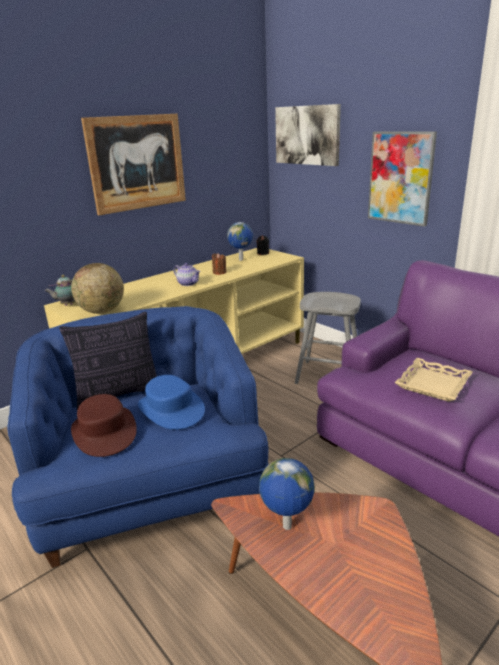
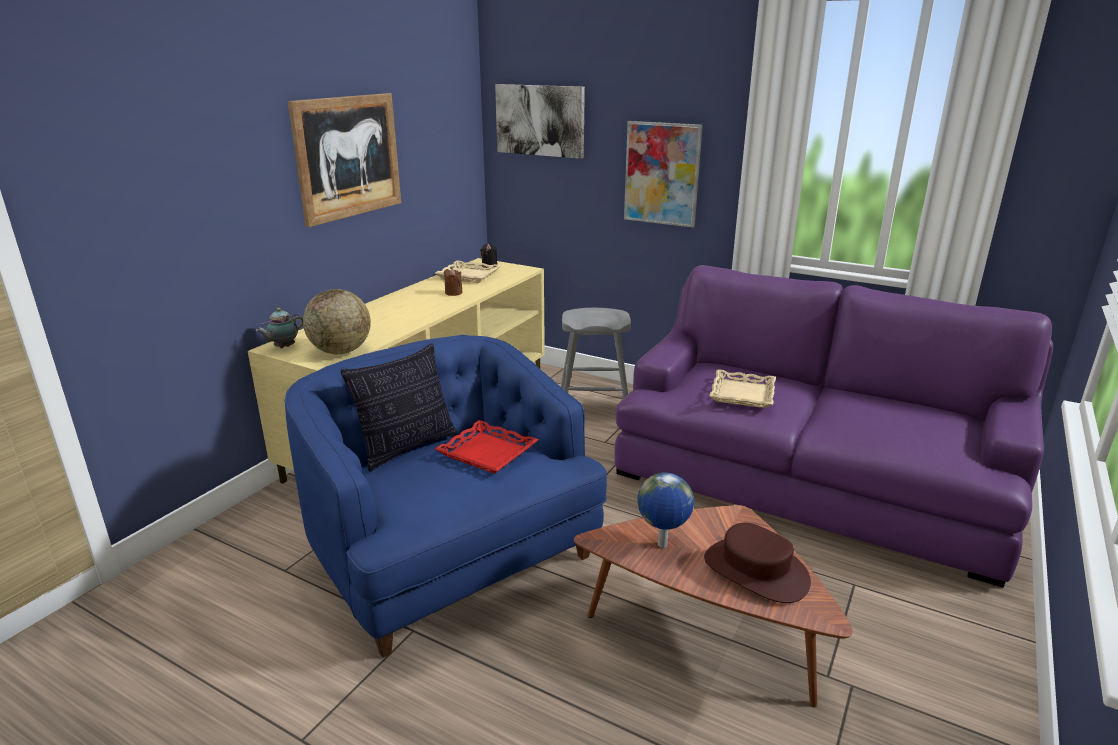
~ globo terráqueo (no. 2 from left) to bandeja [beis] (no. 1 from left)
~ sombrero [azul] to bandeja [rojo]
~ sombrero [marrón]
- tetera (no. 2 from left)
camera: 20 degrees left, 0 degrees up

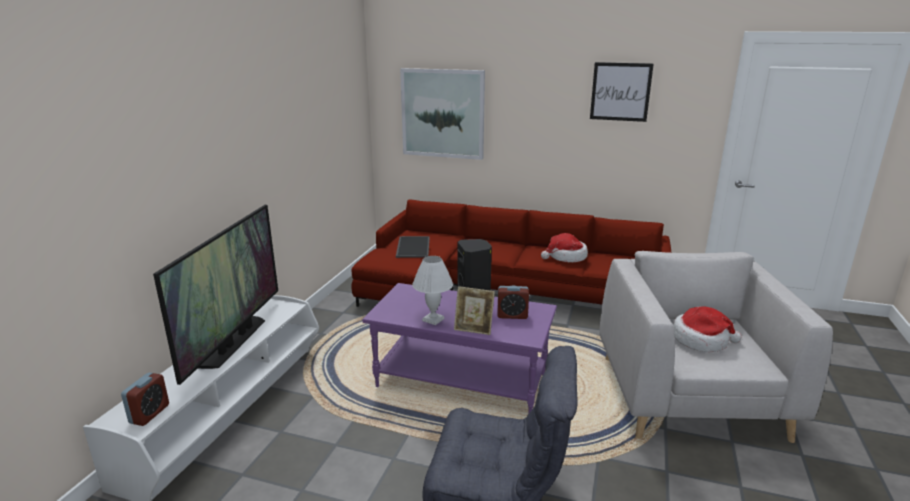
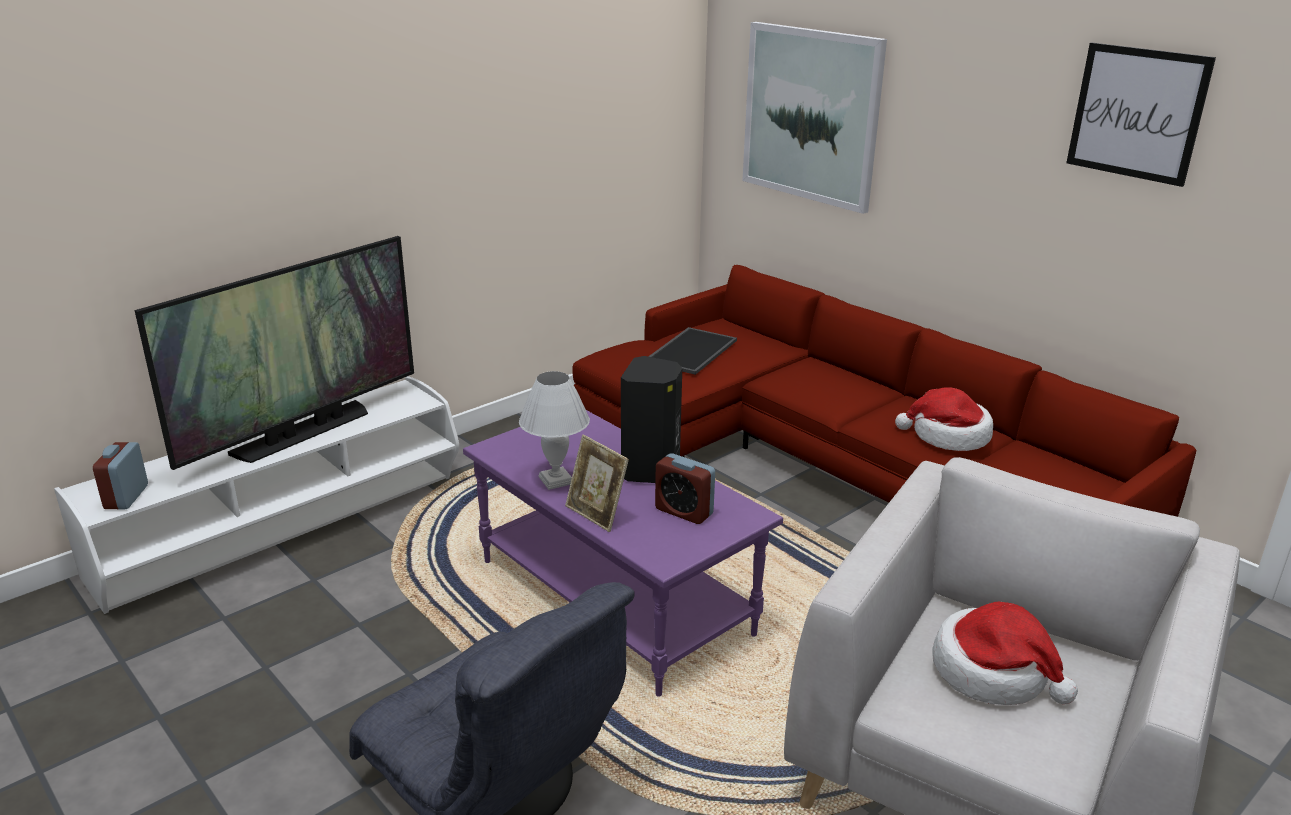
~ despertador (no. 1 from left) 135 degrees clockwise
camera: 30 degrees right, 5 degrees up

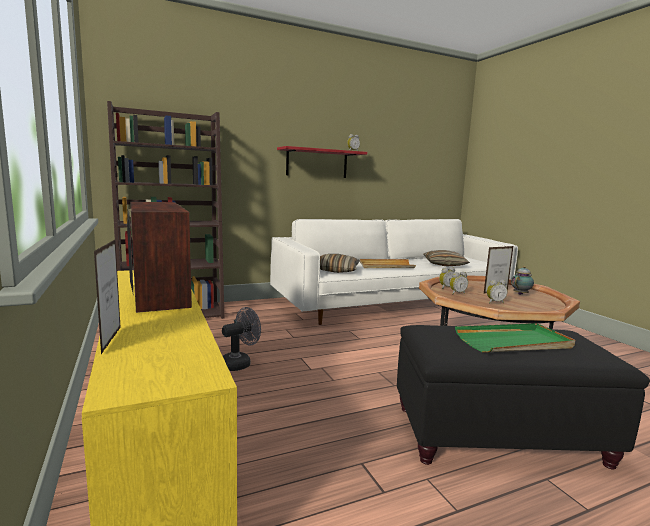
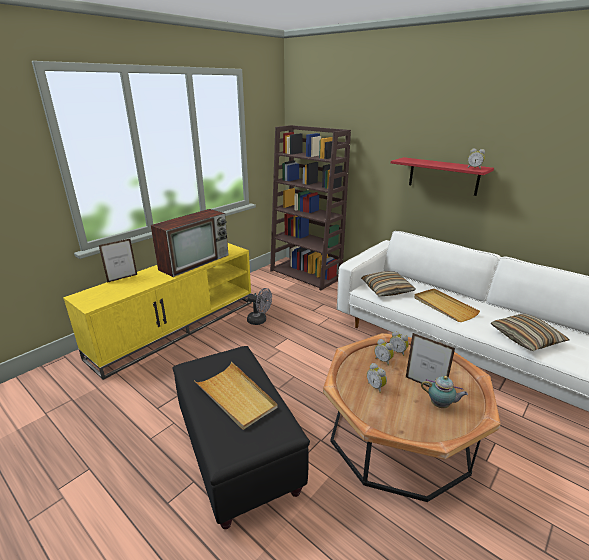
~ bandeja [verde] to bandeja [beis] (no. 1 from left)
camera: 65 degrees right, 15 degrees up

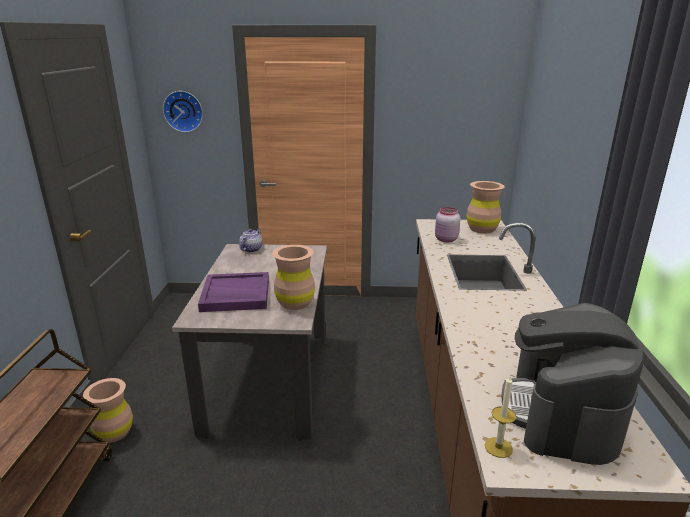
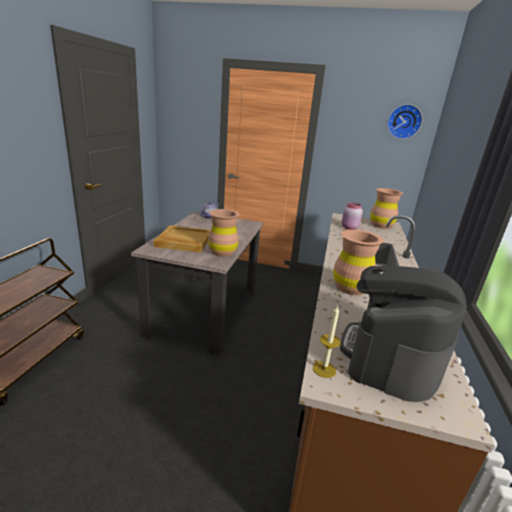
~ bandeja [morado] to bandeja [beis]
~ florero [marrón] (no. 1 from left in the first image) to florero [marrón] (no. 2 from left)
~ reloj de pared
camera: 10 degrees right, 0 degrees up

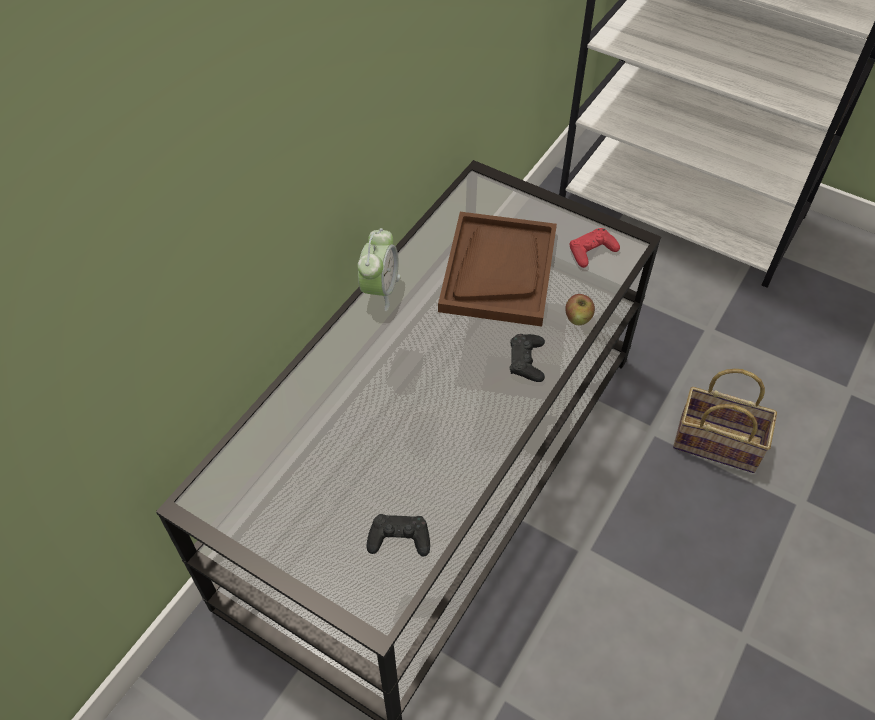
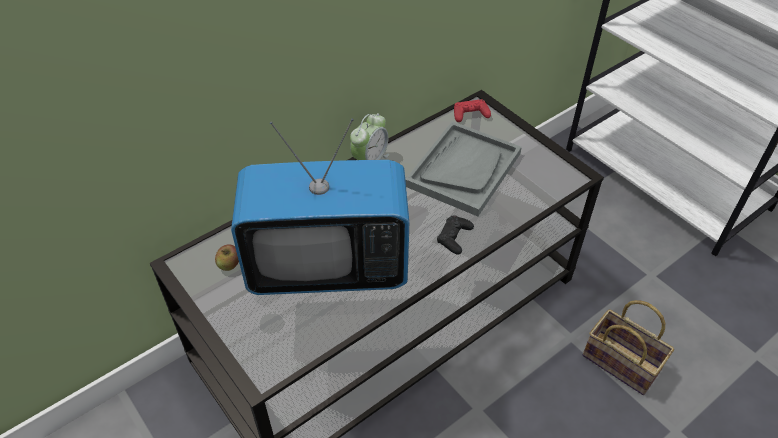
~ manzana
+ televisor
~ bandeja [marrón] to bandeja [gris]
~ mando de consola [rojo]
- mando de consola [negro] (no. 1 from left)
camera: 20 degrees right, 5 degrees down

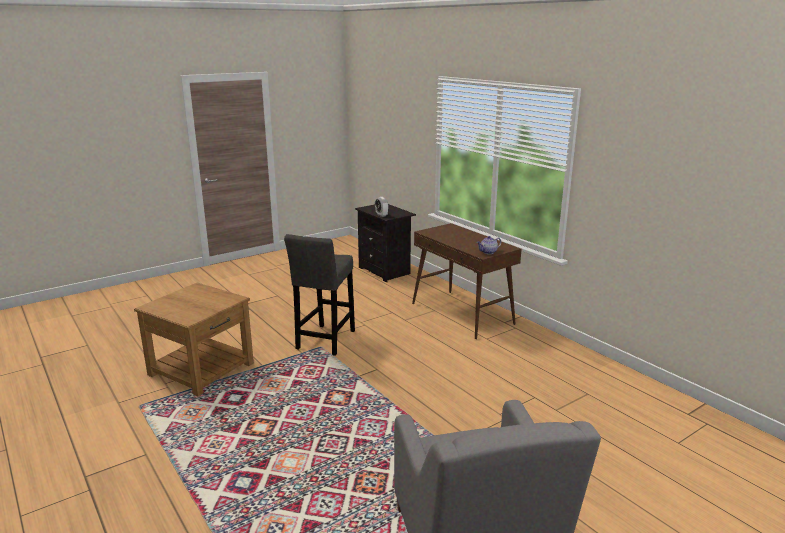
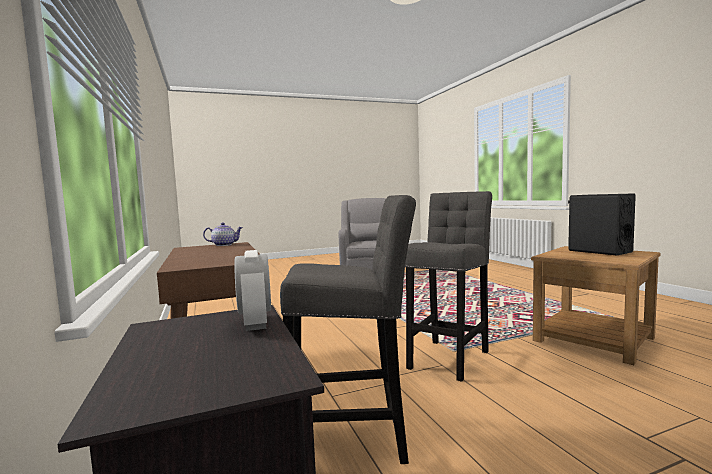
+ taburete [gris] (no. 1 from left)
+ altavoz [negro]
camera: 165 degrees left, 15 degrees down

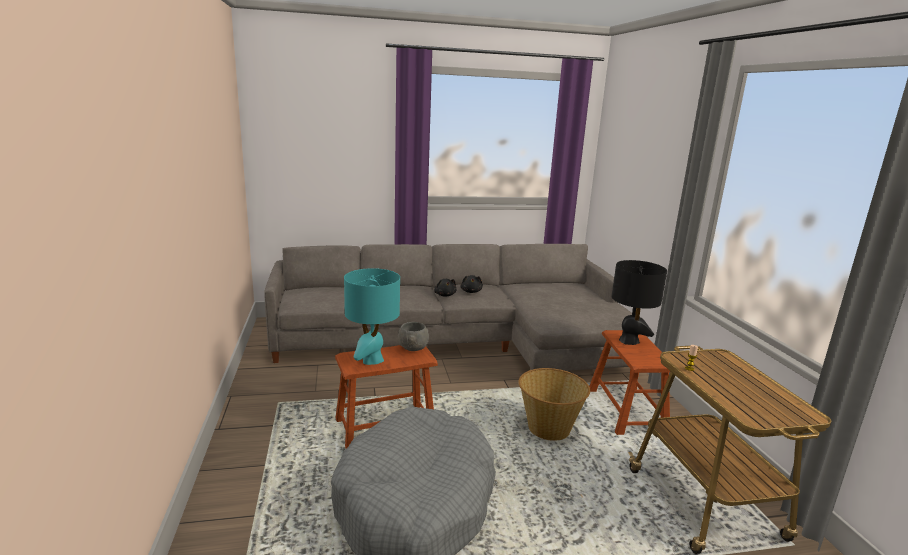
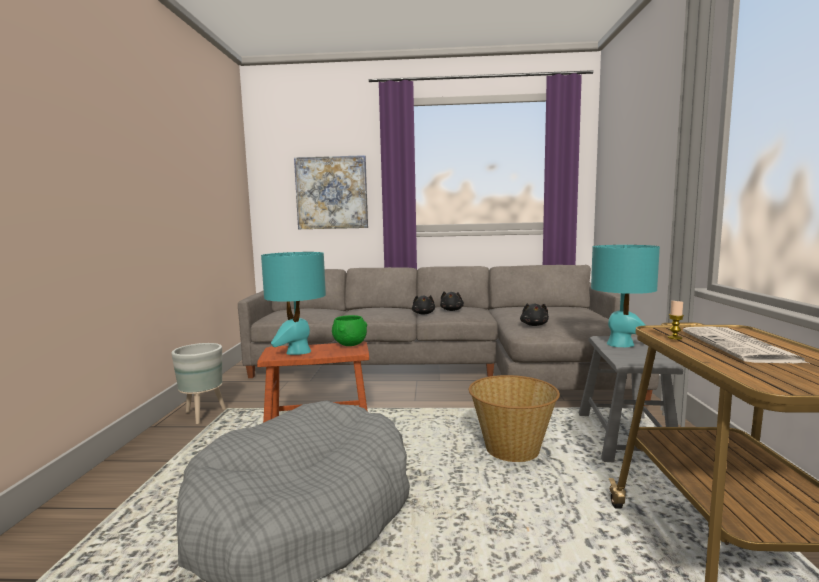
+ maceta [gris]
+ cuadro
~ cuenco [gris] to cuenco [verde]
+ peluche [negro] (no. 3 from left)
~ taburete [marrón] (no. 2 from left) to taburete [gris]
~ lámpara de mesa [negro] to lámpara de mesa [turquesa] (no. 2 from left)
+ periódico
camera: 15 degrees right, 10 degrees down

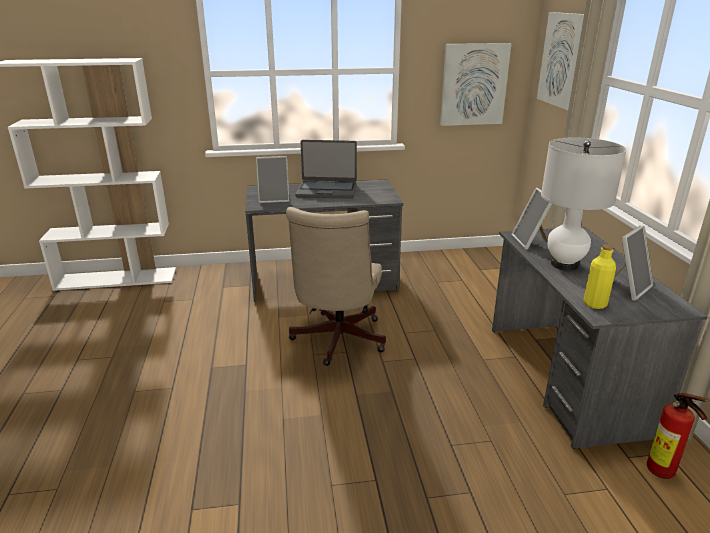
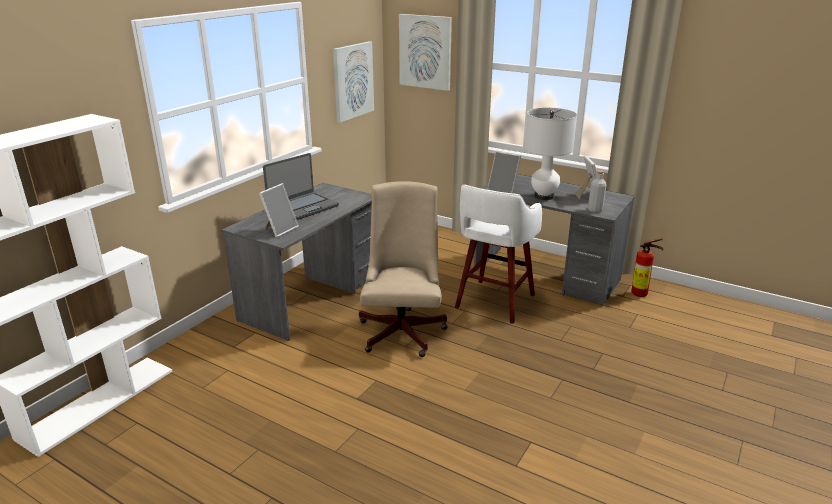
~ silla de oficina [beis] 135 degrees counterclockwise
+ taburete [blanco]
~ botella [amarillo] to botella [gris]
camera: 50 degrees left, 0 degrees up

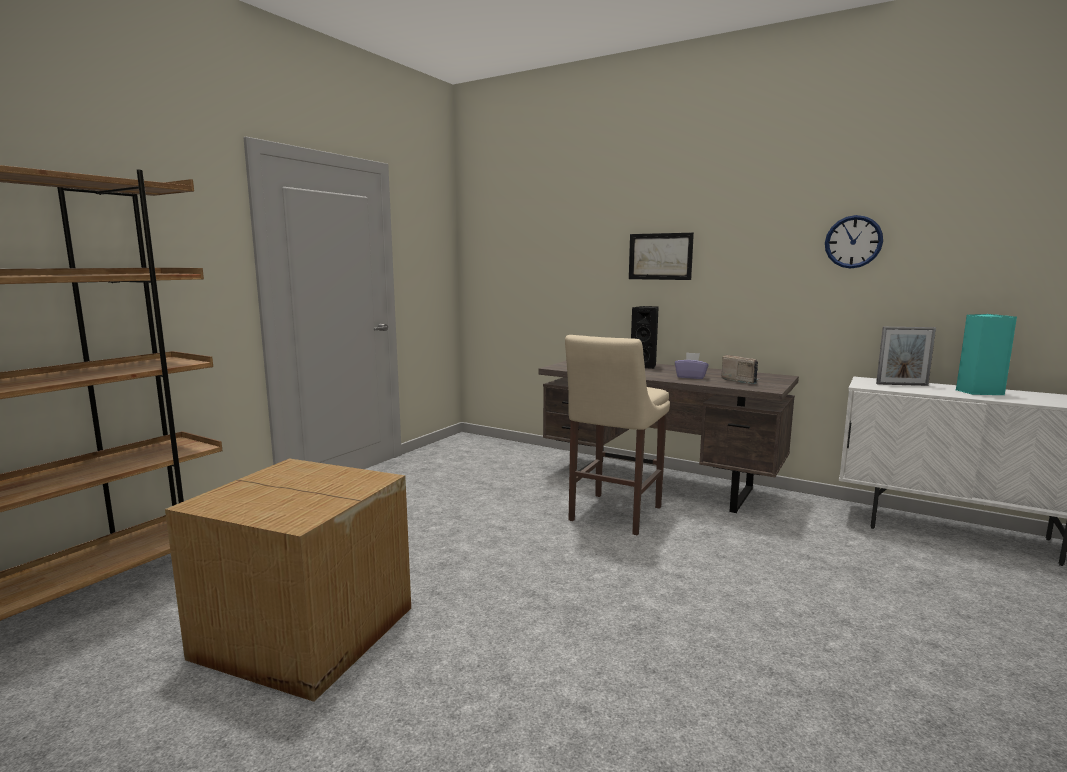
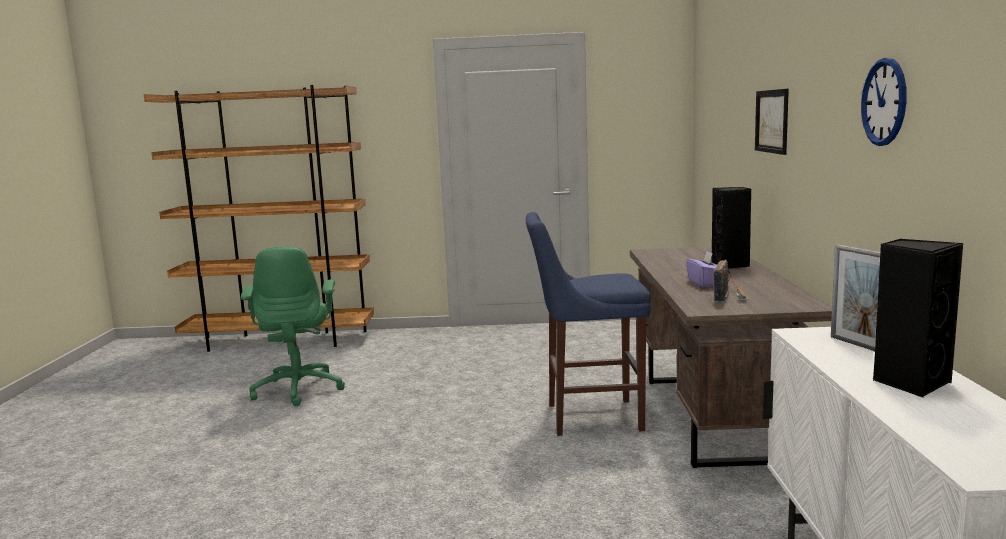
~ caja de cartón to silla de oficina [verde]
~ taburete [beis] to taburete [azul]
~ altavoz [turquesa] to altavoz [negro] (no. 2 from left)
camera: 60 degrees right, 0 degrees up

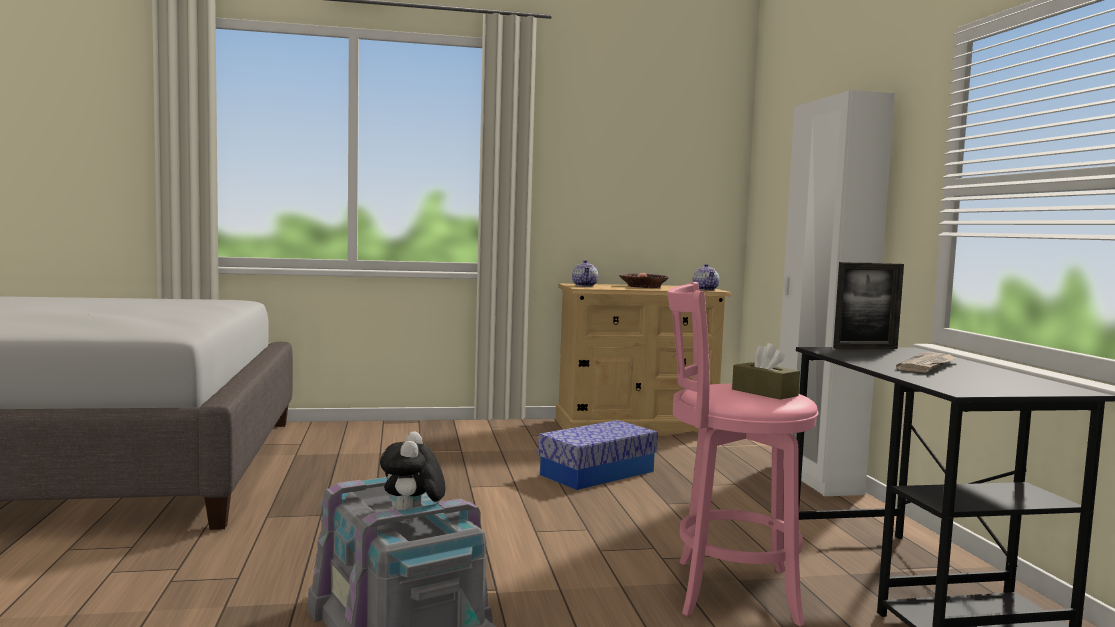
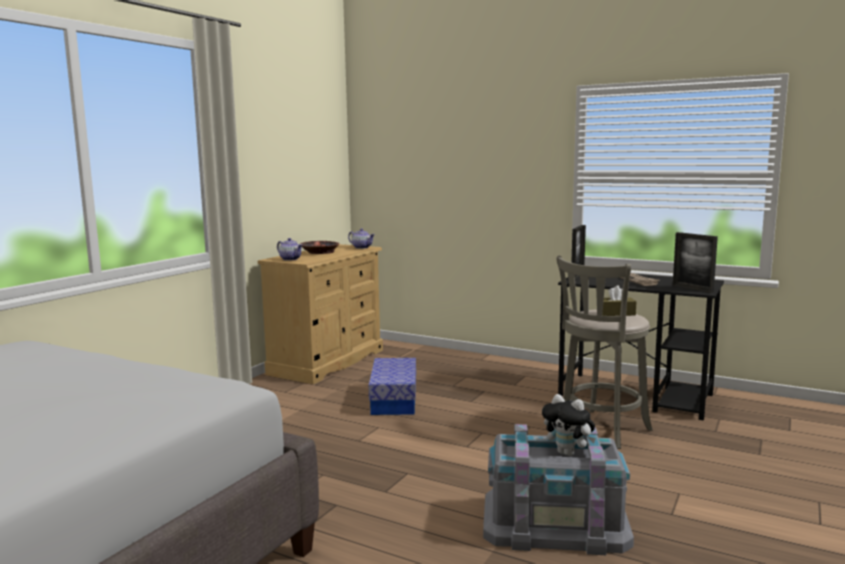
~ taburete [rosa] to taburete [gris]
+ portarretratos (no. 2 from left)
- armario ropero [blanco]
camera: 50 degrees left, 5 degrees up

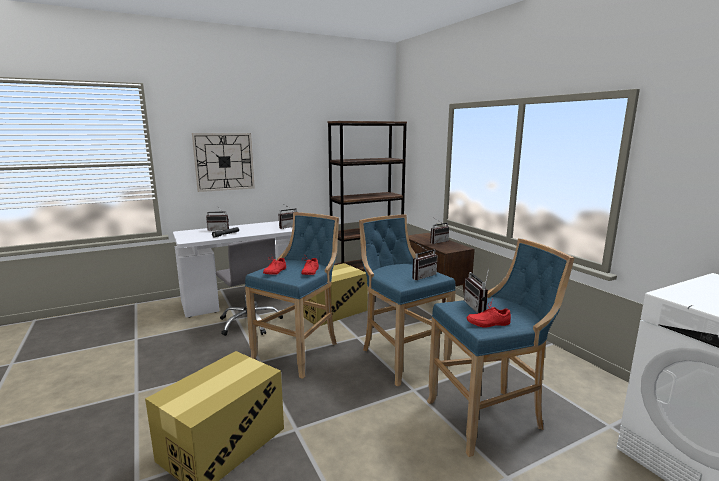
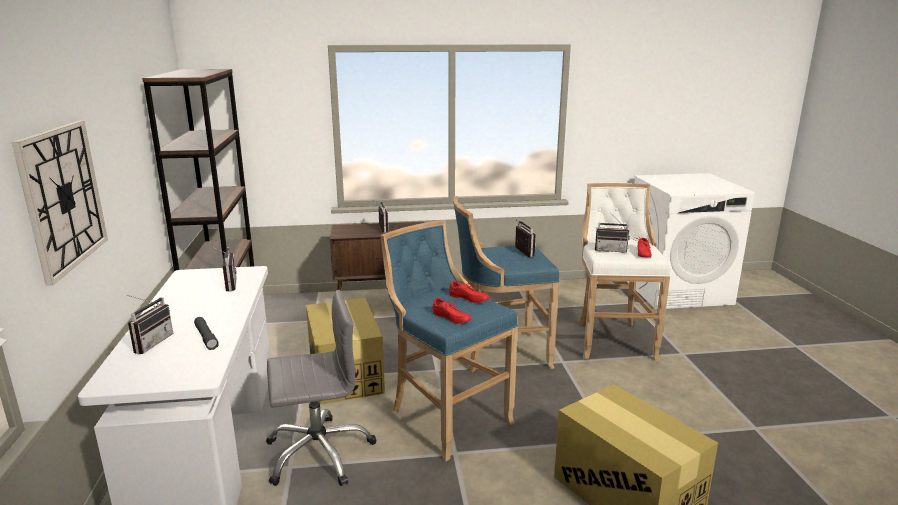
~ taburete [azul] (no. 3 from left) to taburete [blanco]
camera: 70 degrees left, 5 degrees up

